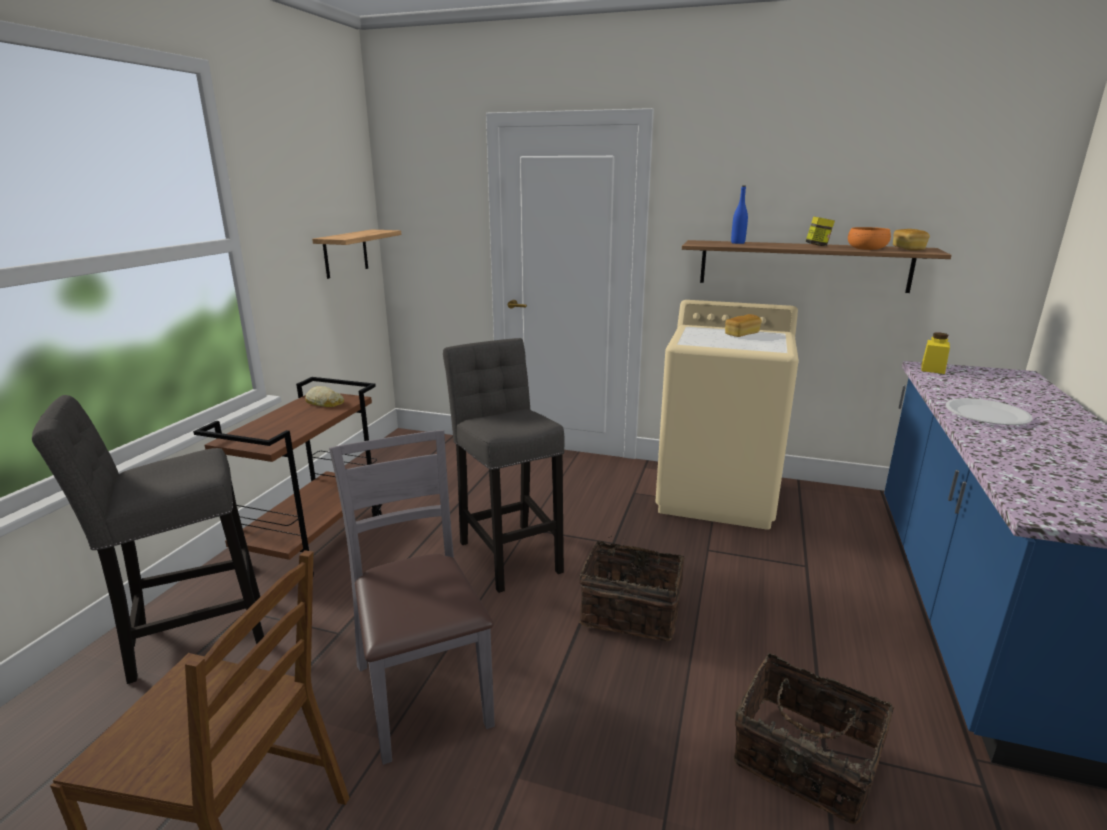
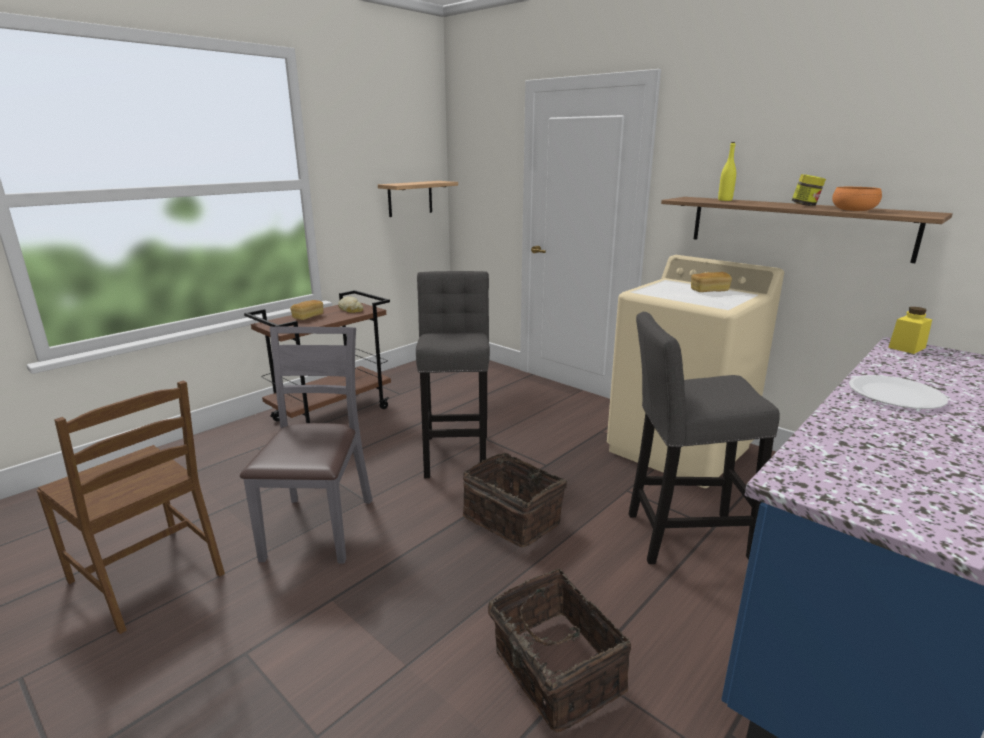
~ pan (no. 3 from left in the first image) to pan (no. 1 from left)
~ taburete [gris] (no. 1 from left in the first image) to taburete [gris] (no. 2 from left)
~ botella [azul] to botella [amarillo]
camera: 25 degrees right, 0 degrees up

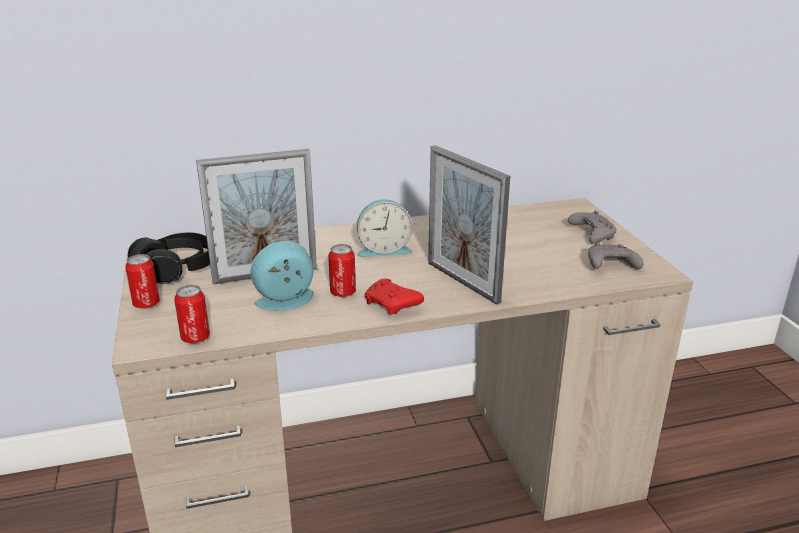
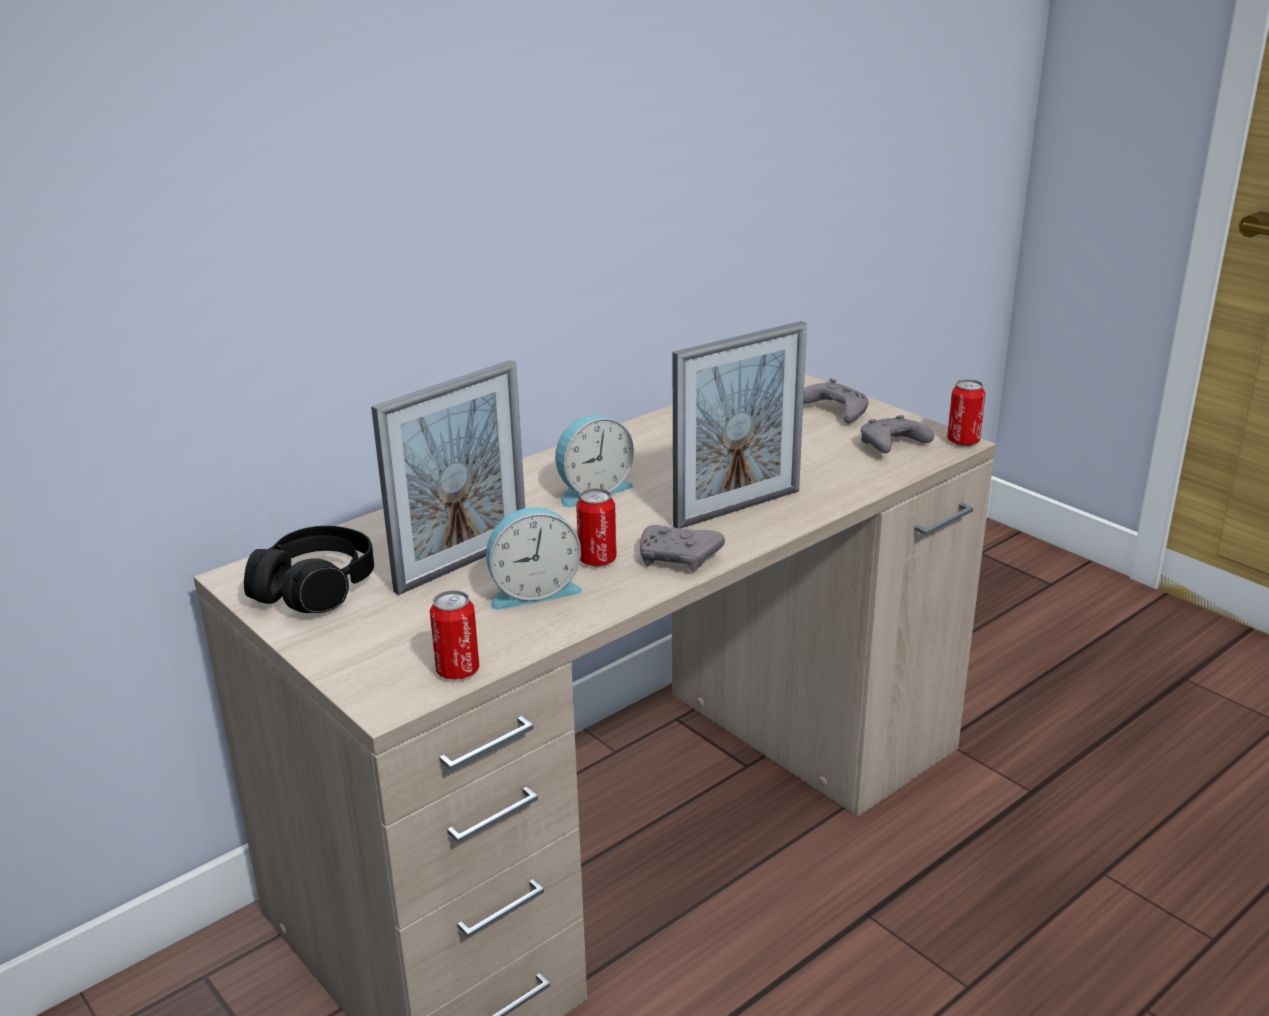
~ despertador (no. 1 from left) 150 degrees counterclockwise
~ mando de consola [rojo] to mando de consola [gris] (no. 1 from left)
~ portarretratos (no. 2 from left) 60 degrees counterclockwise
~ lata (no. 1 from left in the first image) to lata (no. 3 from left)
camera: 25 degrees left, 0 degrees up

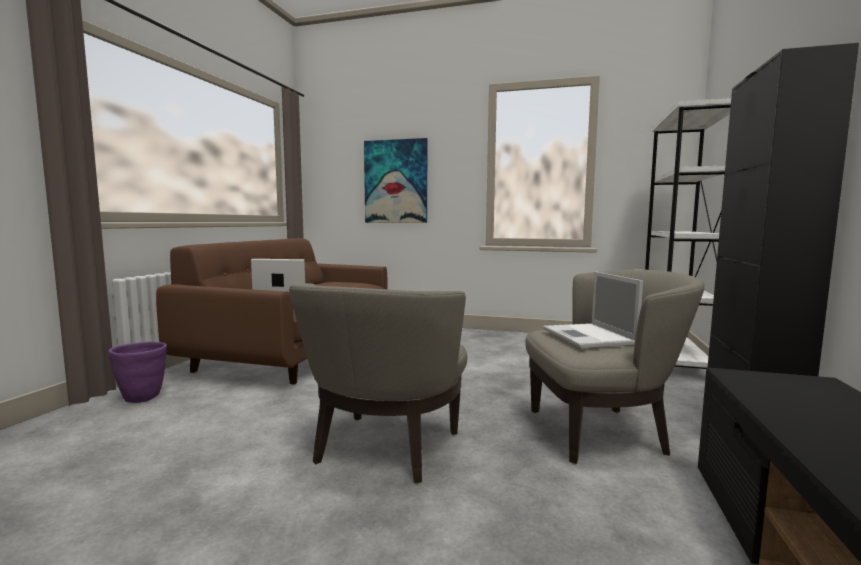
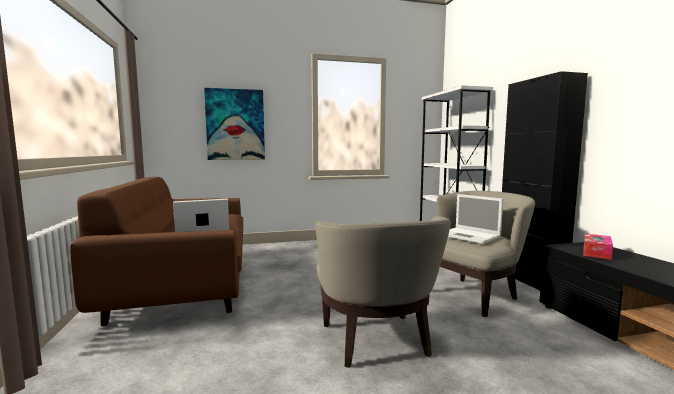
+ caja de pañuelos
- maceta [morado]
camera: 30 degrees left, 0 degrees up

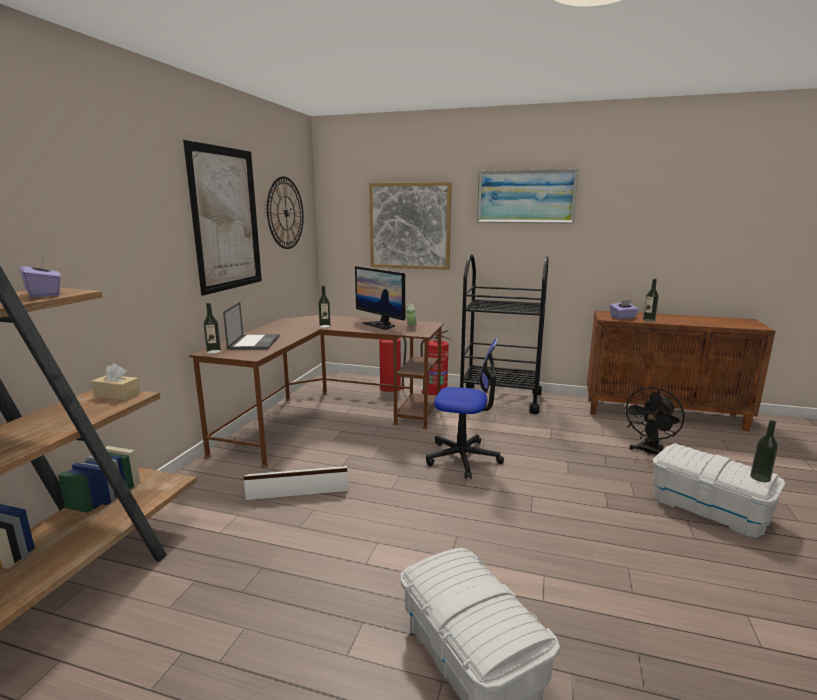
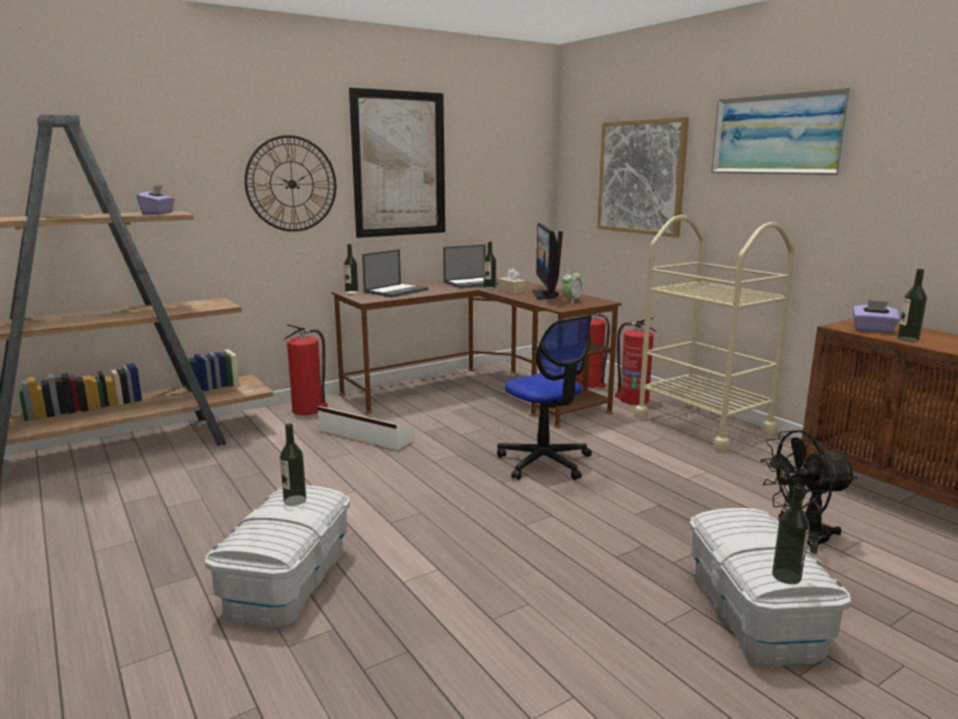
~ reloj de pared
+ botella (no. 1 from left)
+ extintor (no. 1 from left)
+ portátil (no. 2 from left)
~ caja de pañuelos [beis]
~ carrito [negro] to carrito [beis]
camera: 40 degrees right, 0 degrees up

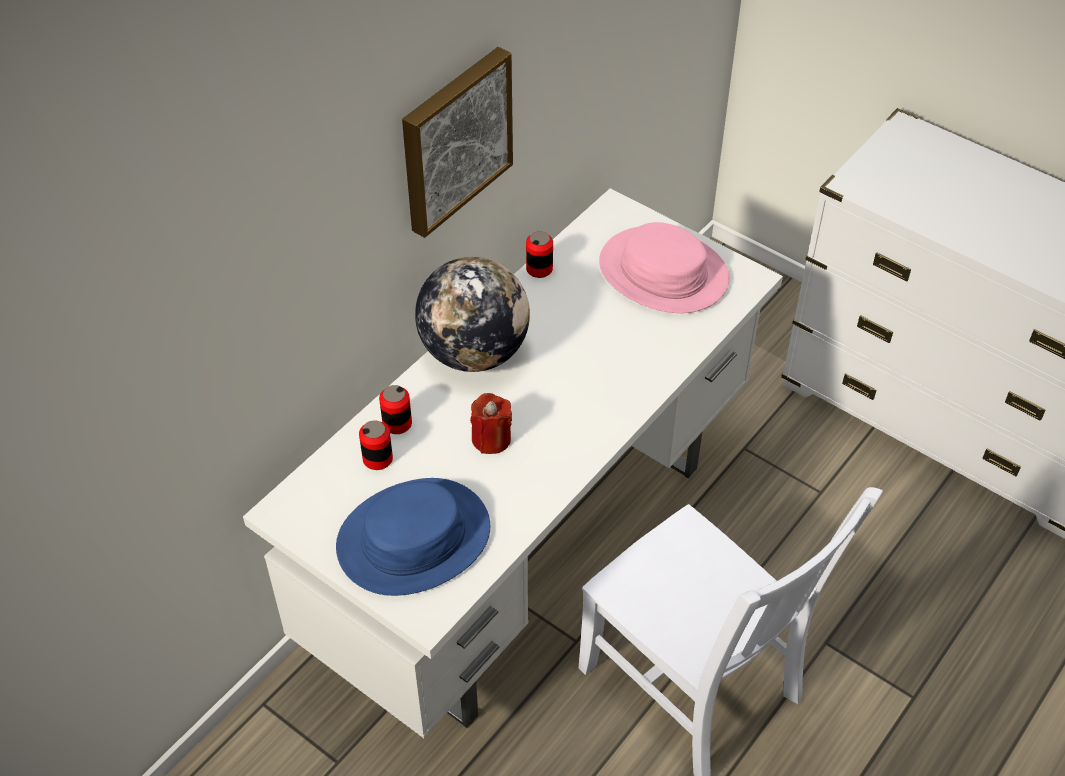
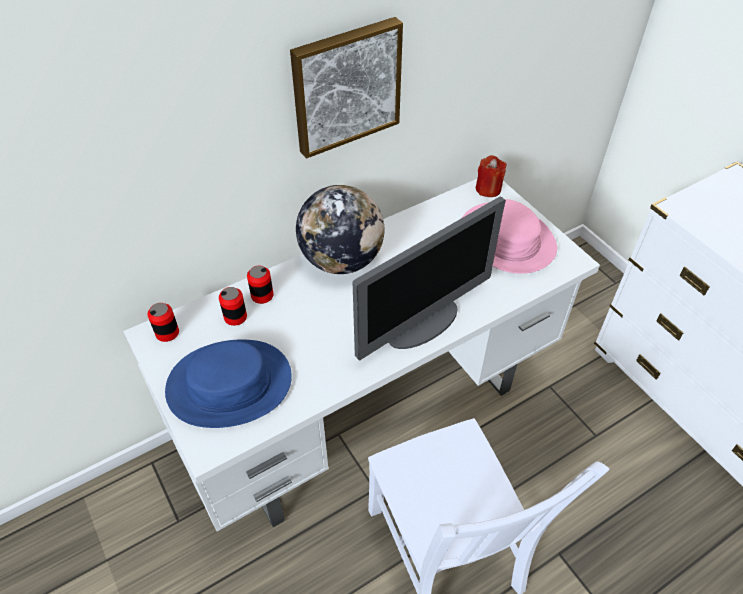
~ lata (no. 3 from left in the first image) to lata (no. 1 from left)
+ monitor
~ vela [rojo]
camera: 20 degrees right, 0 degrees up

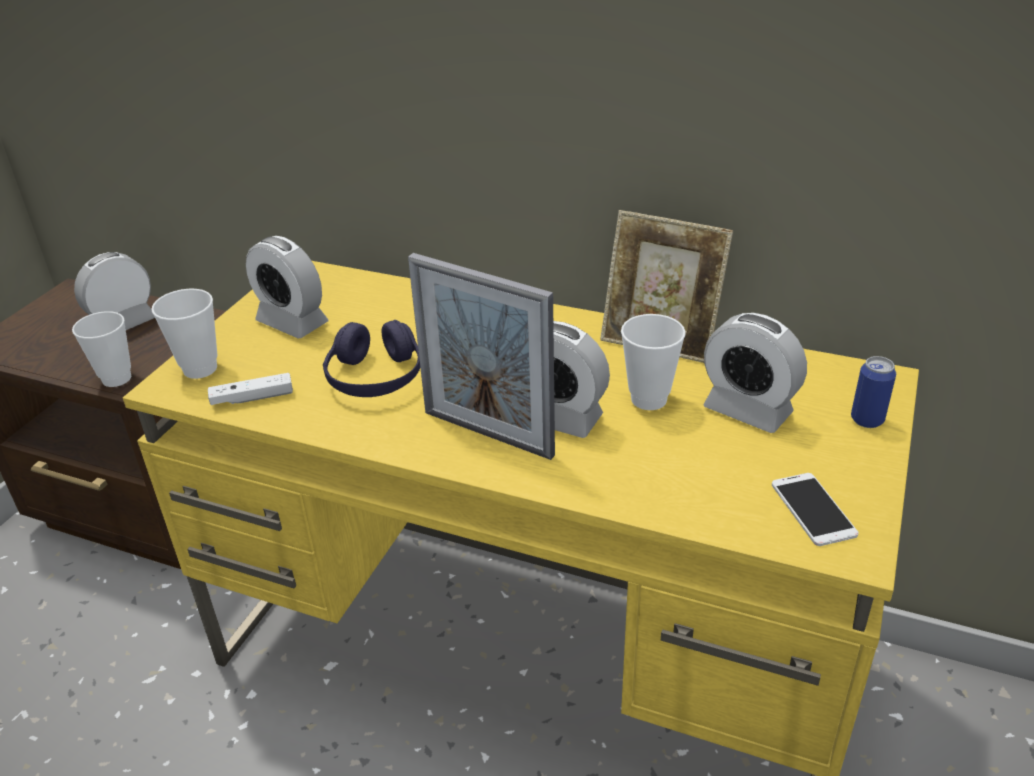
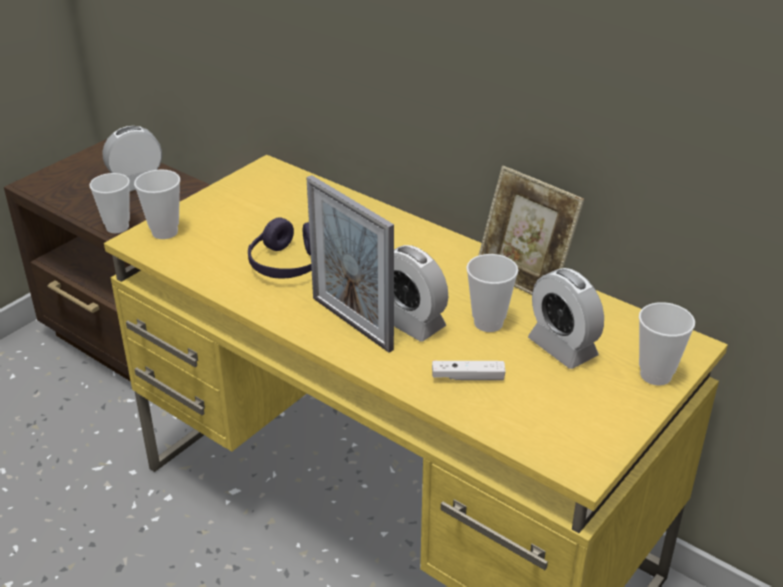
~ mando de consola [blanco]
~ lata to taza (no. 4 from left)
- despertador (no. 2 from left)
- móvil
camera: 15 degrees right, 0 degrees up

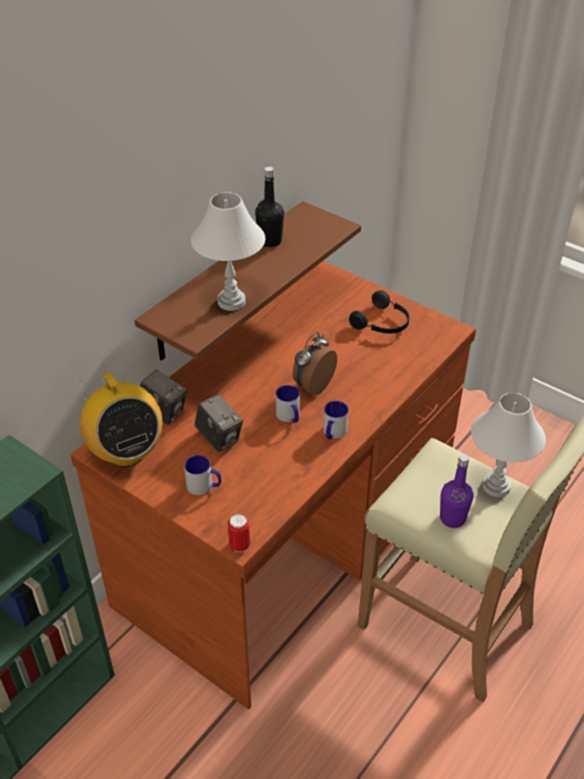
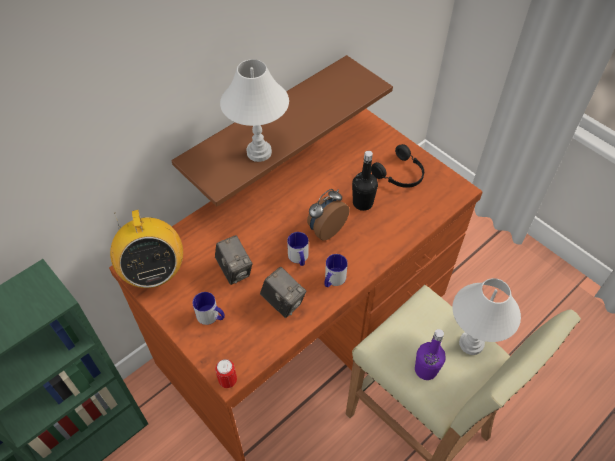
~ cámara (no. 1 from left in the first image) to cámara (no. 2 from left)
~ botella [negro]
camera: 10 degrees right, 10 degrees up

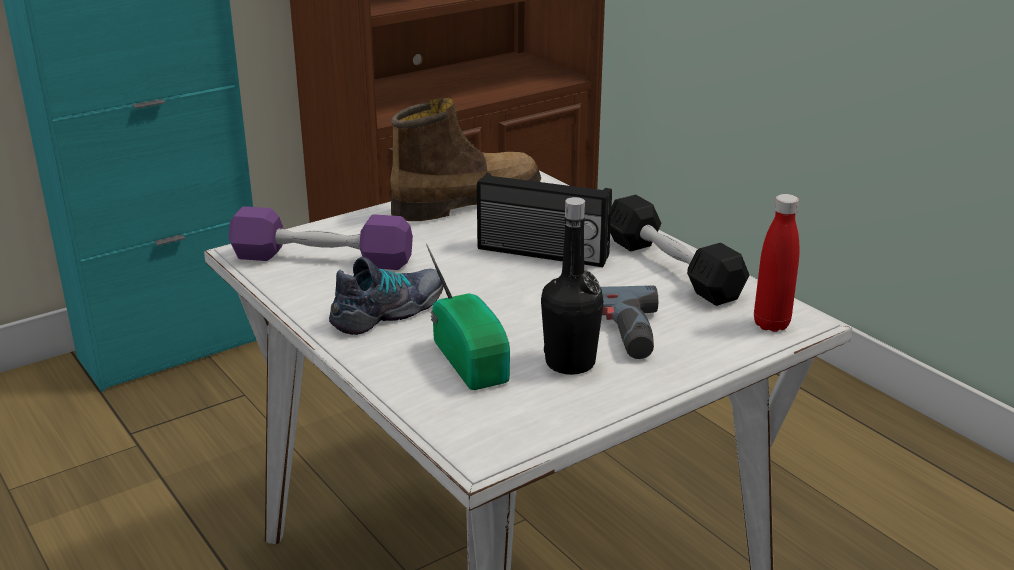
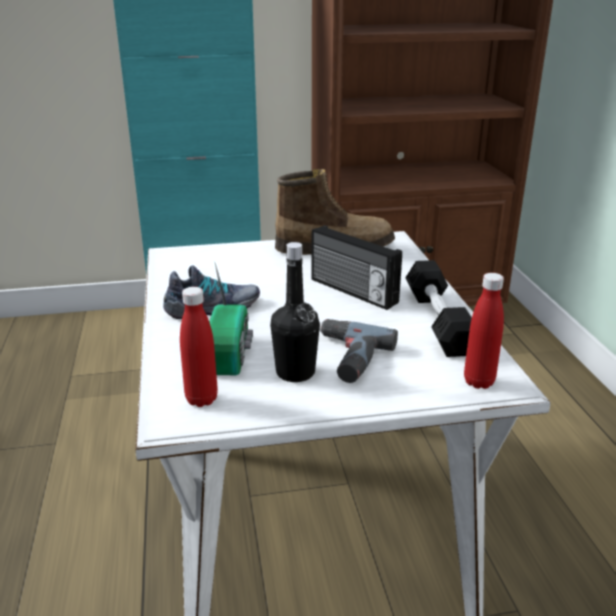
+ botella [rojo] (no. 1 from left)
- mancuerna [morado]
camera: 25 degrees right, 0 degrees up

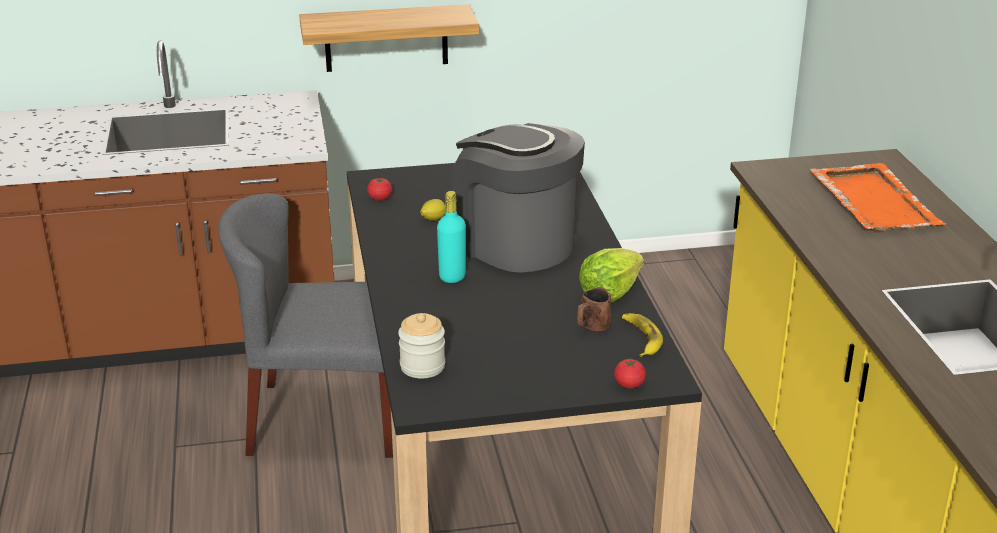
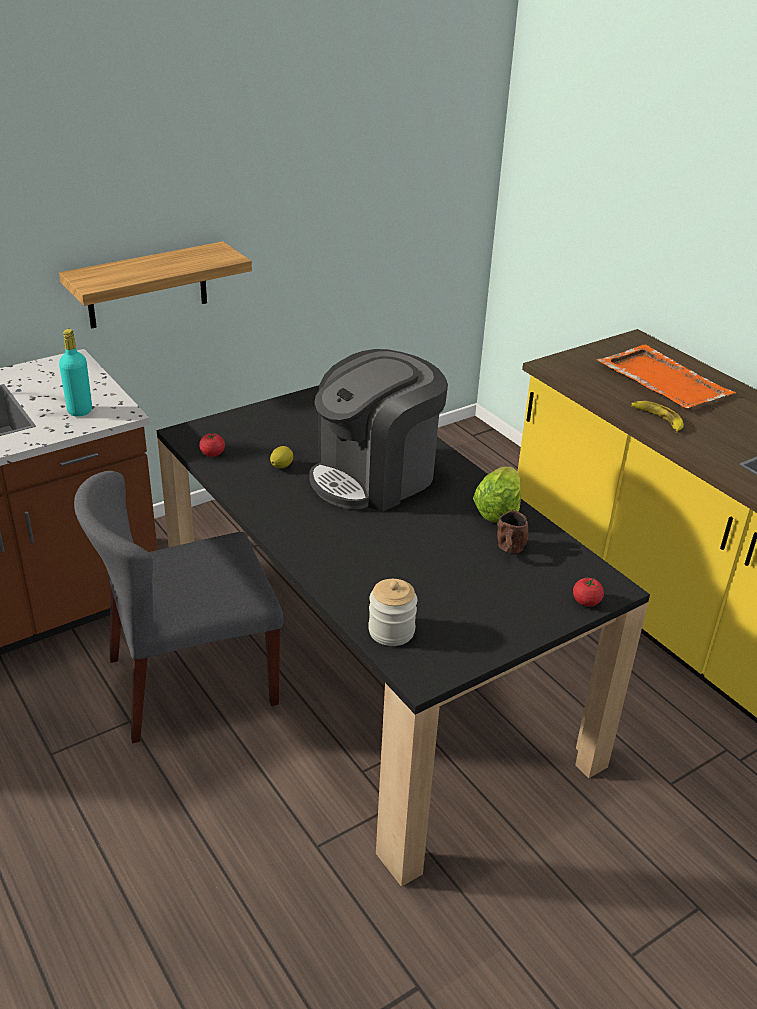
~ botella [turquesa]
~ cafetera 60 degrees counterclockwise
~ plátano
camera: 25 degrees left, 5 degrees up

